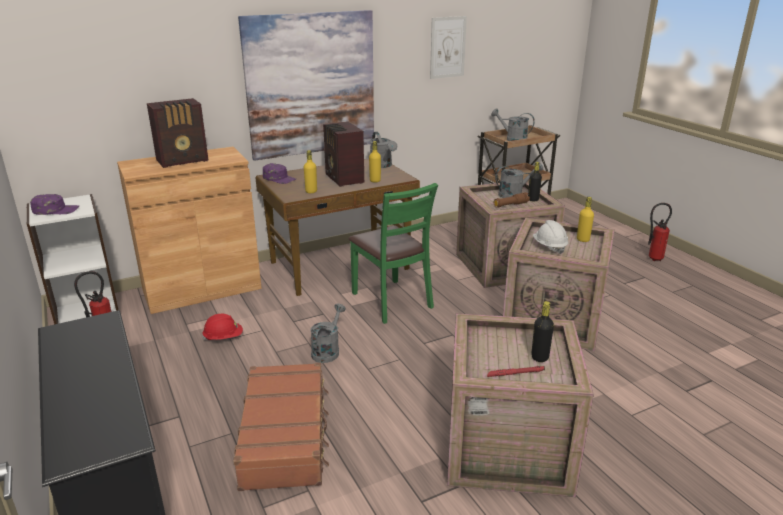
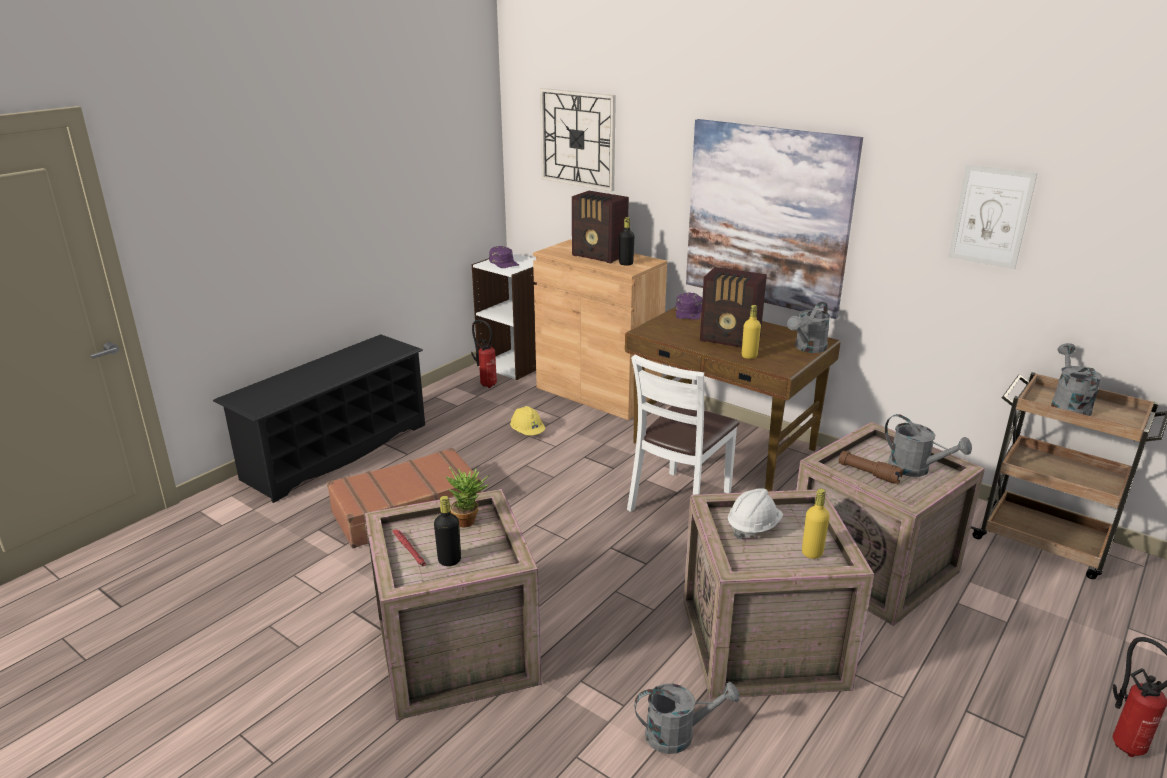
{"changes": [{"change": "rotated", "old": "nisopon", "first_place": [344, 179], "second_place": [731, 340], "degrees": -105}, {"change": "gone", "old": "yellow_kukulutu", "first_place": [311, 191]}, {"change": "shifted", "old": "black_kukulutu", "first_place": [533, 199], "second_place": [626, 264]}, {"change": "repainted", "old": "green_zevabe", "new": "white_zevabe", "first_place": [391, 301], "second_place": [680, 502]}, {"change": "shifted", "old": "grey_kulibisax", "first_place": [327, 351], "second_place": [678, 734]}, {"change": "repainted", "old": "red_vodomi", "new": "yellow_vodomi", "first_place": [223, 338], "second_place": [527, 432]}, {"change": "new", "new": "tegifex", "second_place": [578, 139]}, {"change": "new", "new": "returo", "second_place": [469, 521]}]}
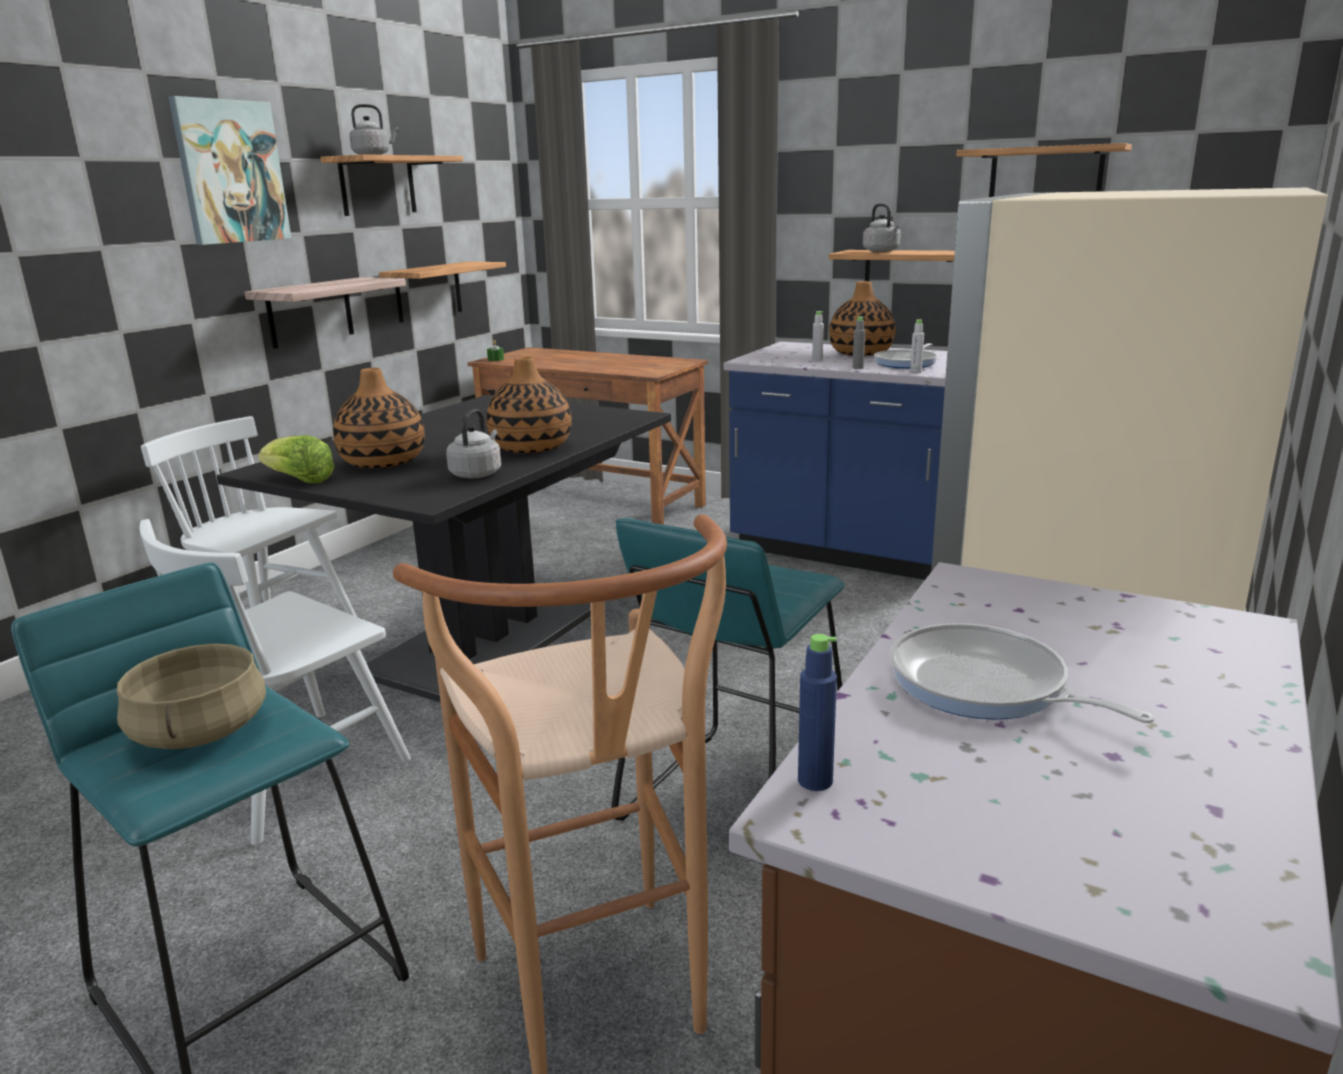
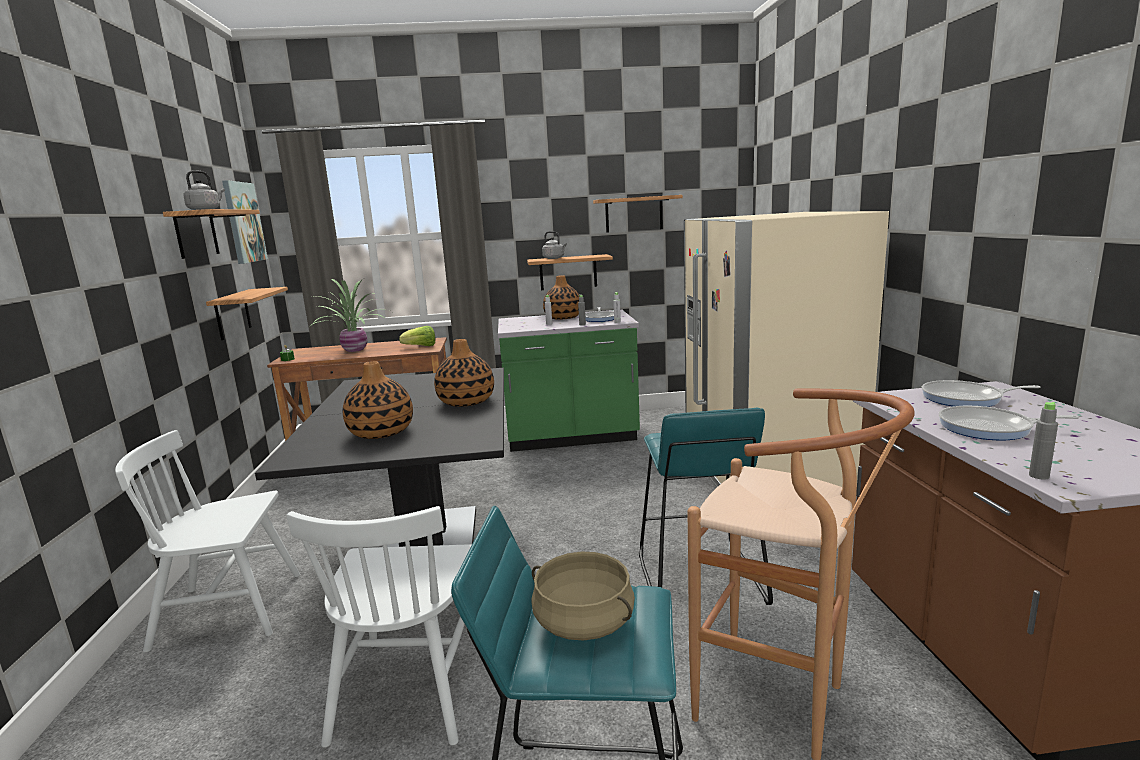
{"changes": [{"change": "shifted", "old": "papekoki", "first_place": [230, 172], "second_place": [243, 222]}, {"change": "gone", "old": "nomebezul", "first_place": [310, 312]}, {"change": "repainted", "old": "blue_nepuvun", "new": "green_nepuvun", "first_place": [846, 551], "second_place": [571, 437]}, {"change": "gone", "old": "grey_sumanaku", "first_place": [477, 474]}, {"change": "shifted", "old": "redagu", "first_place": [300, 481], "second_place": [421, 347]}, {"change": "repainted", "old": "blue_kukulutu", "new": "grey_kukulutu", "first_place": [815, 781], "second_place": [1039, 476]}, {"change": "new", "new": "returo", "second_place": [354, 350]}, {"change": "new", "new": "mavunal", "second_place": [966, 399]}]}
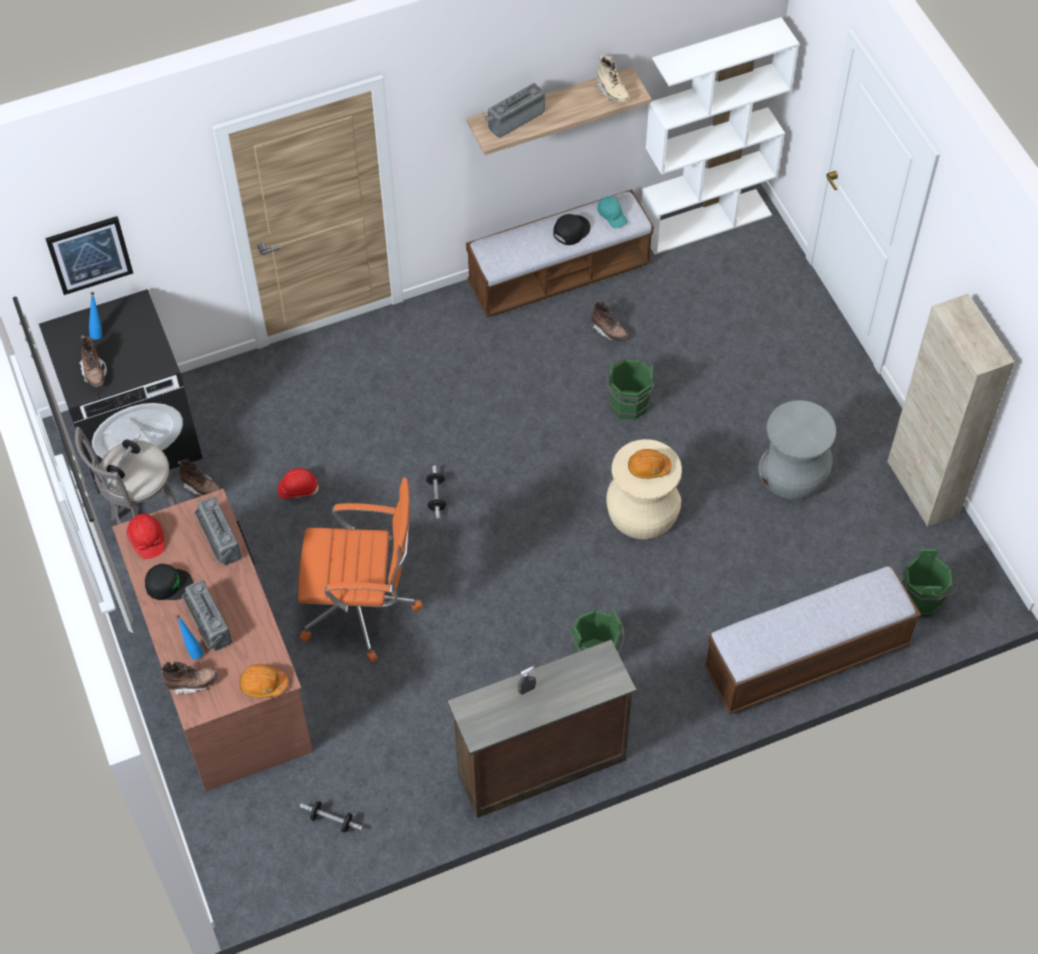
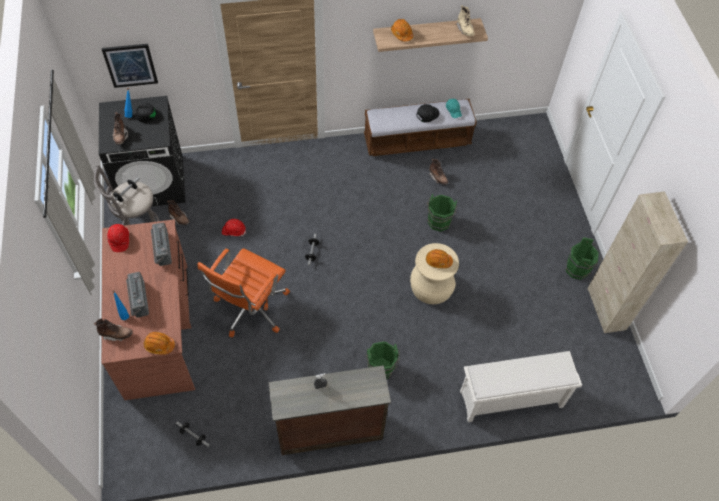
{"changes": [{"change": "gone", "old": "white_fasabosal", "first_place": [706, 221]}, {"change": "swapped", "old": "nisopon", "new": "orange_vodomi", "first_place": [514, 118], "second_place": [401, 34]}, {"change": "gone", "old": "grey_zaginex", "first_place": [793, 472]}, {"change": "rotated", "old": "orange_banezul", "first_place": [362, 607], "second_place": [250, 308], "degrees": 105}, {"change": "shifted", "old": "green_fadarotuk", "first_place": [923, 601], "second_place": [579, 270]}, {"change": "shifted", "old": "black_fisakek", "first_place": [168, 584], "second_place": [149, 116]}, {"change": "swapped", "old": "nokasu", "new": "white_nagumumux", "first_place": [805, 658], "second_place": [510, 399]}]}
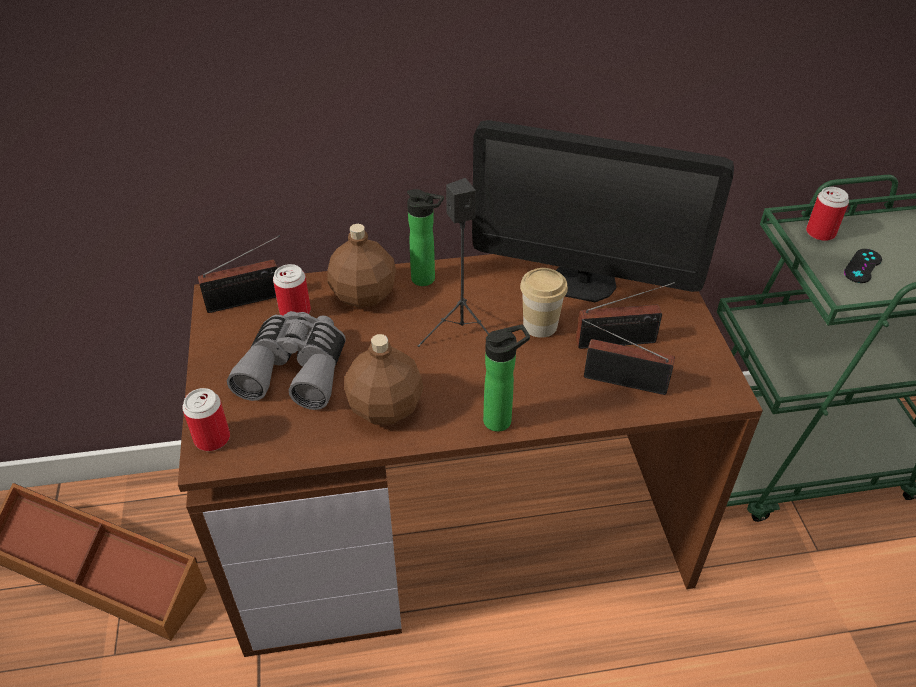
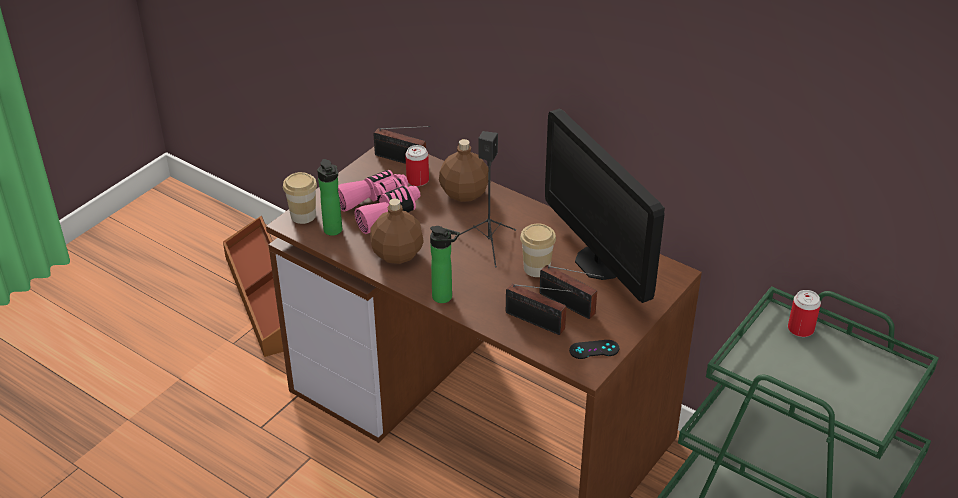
{"changes": [{"change": "shifted", "old": "kukulutu", "first_place": [427, 279], "second_place": [334, 232]}, {"change": "shifted", "old": "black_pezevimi", "first_place": [862, 266], "second_place": [594, 349]}, {"change": "repainted", "old": "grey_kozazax", "new": "pink_kozazax", "first_place": [296, 369], "second_place": [380, 209]}, {"change": "rotated", "old": "nisopon", "first_place": [620, 380], "second_place": [538, 322], "degrees": 150}, {"change": "swapped", "old": "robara", "new": "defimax", "first_place": [212, 438], "second_place": [303, 215]}]}
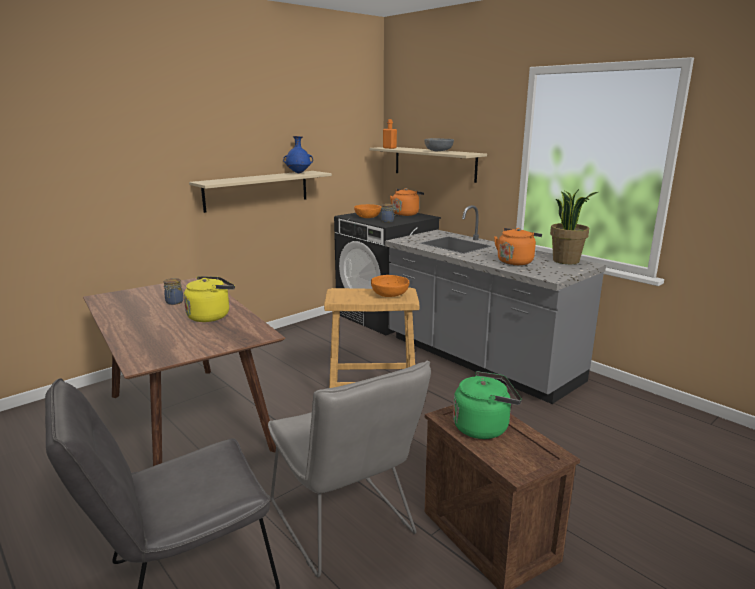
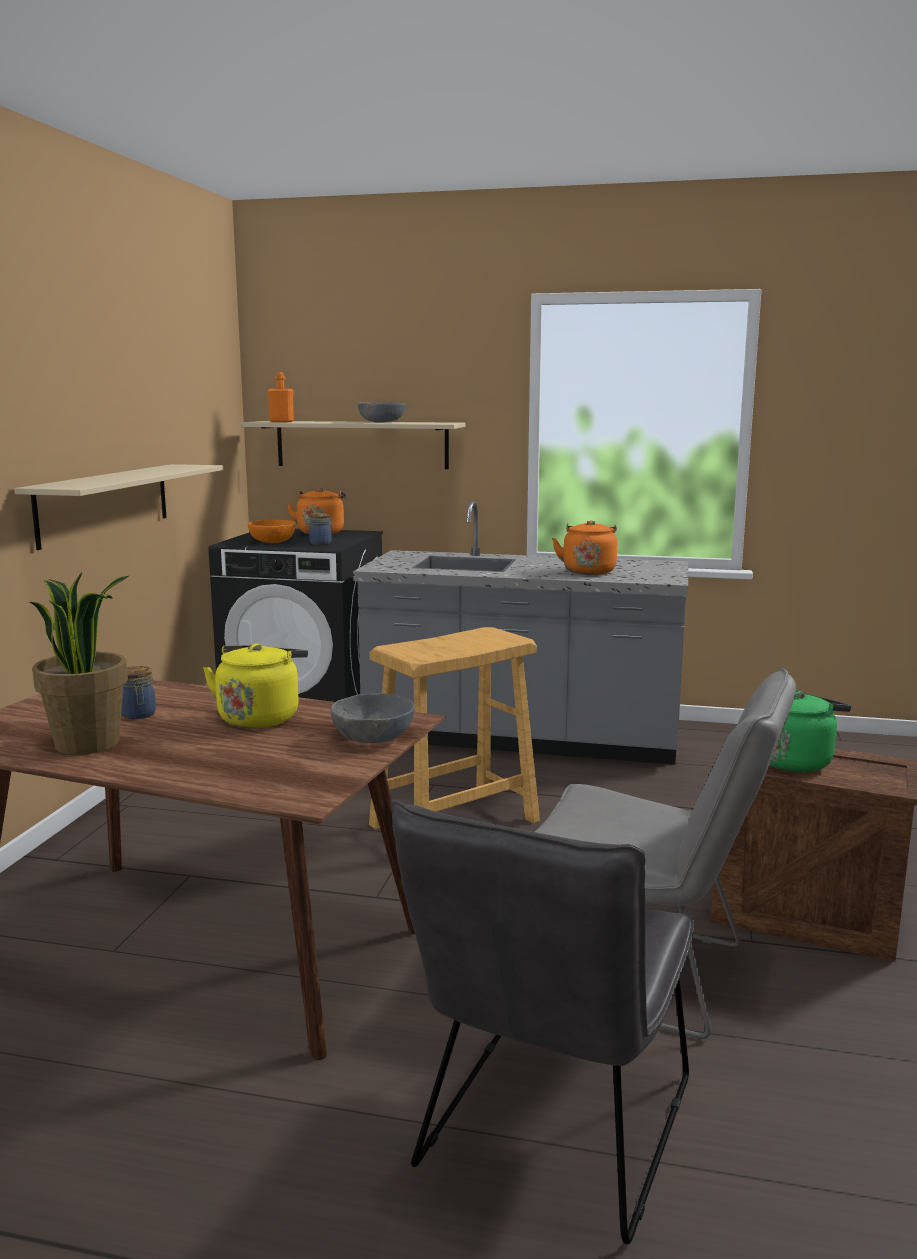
{"changes": [{"change": "gone", "old": "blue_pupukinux", "first_place": [299, 173]}, {"change": "shifted", "old": "returo", "first_place": [566, 261], "second_place": [89, 743]}, {"change": "gone", "old": "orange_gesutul", "first_place": [389, 295]}, {"change": "new", "new": "grey_gesutul", "second_place": [374, 738]}]}
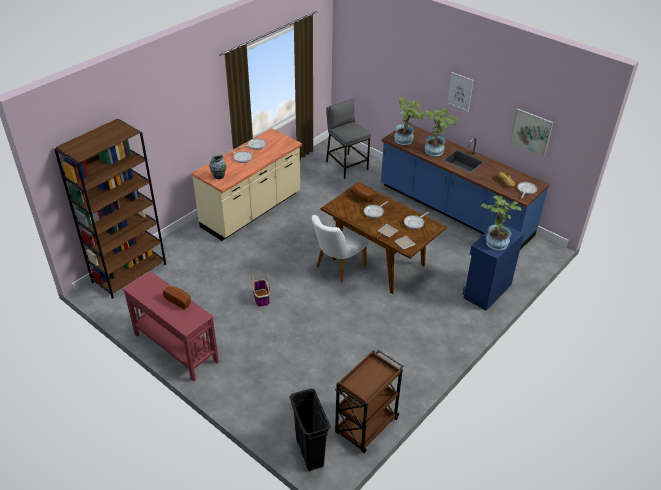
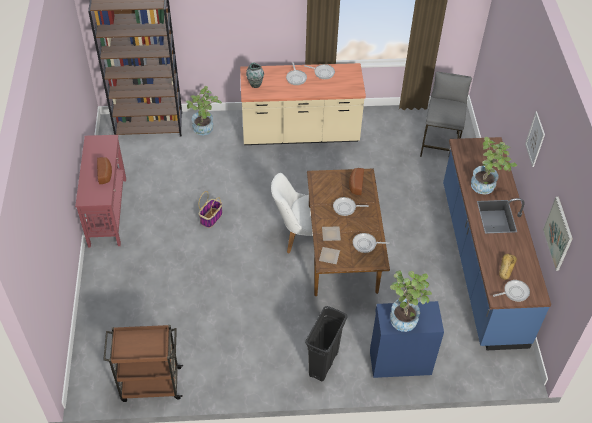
{"changes": [{"change": "shifted", "old": "returo", "first_place": [406, 140], "second_place": [205, 130]}, {"change": "shifted", "old": "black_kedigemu", "first_place": [309, 452], "second_place": [323, 363]}]}
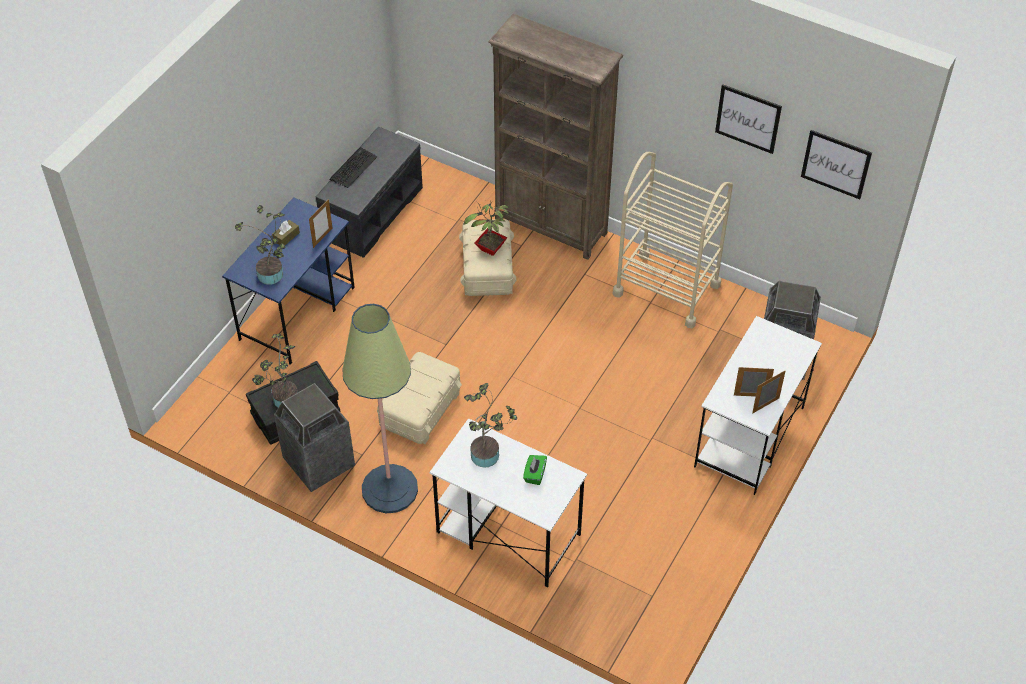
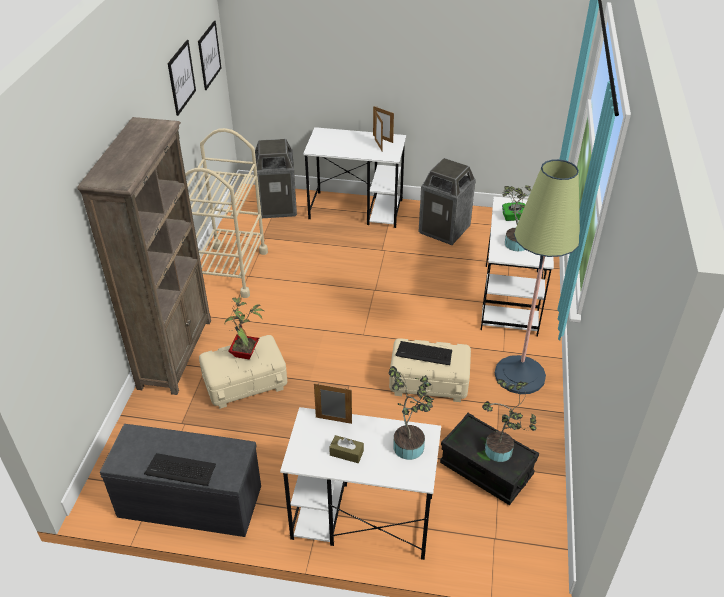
{"changes": [{"change": "repainted", "old": "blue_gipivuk", "new": "white_gipivuk", "first_place": [298, 312], "second_place": [361, 517]}, {"change": "shifted", "old": "kedigemu", "first_place": [318, 463], "second_place": [444, 230]}, {"change": "new", "new": "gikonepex", "second_place": [424, 354]}]}
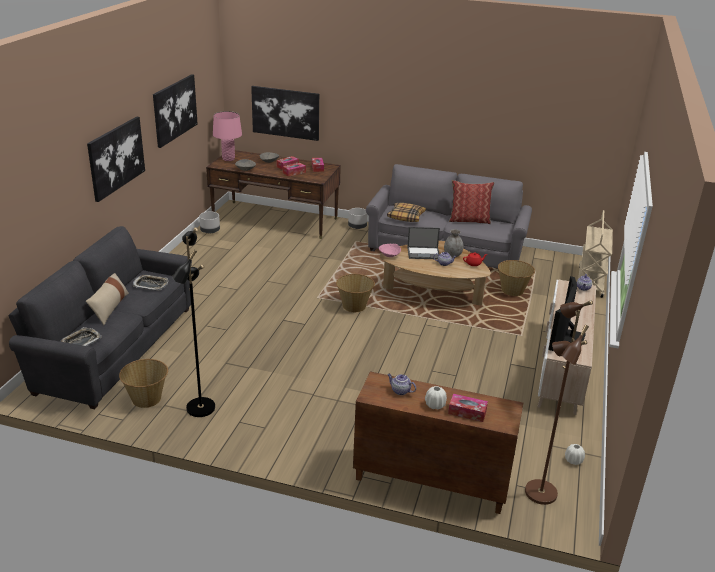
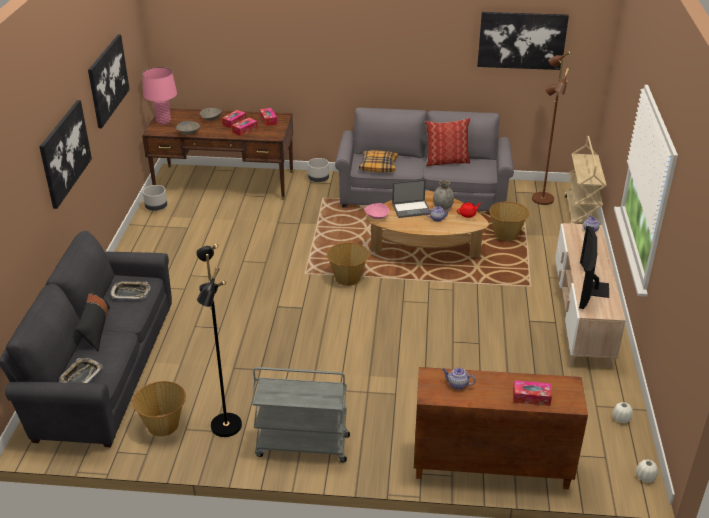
{"changes": [{"change": "shifted", "old": "papekoki", "first_place": [285, 112], "second_place": [521, 40]}, {"change": "repainted", "old": "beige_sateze", "new": "black_sateze", "first_place": [110, 308], "second_place": [96, 328]}, {"change": "shifted", "old": "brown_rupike", "first_place": [539, 492], "second_place": [542, 199]}, {"change": "shifted", "old": "white_pupukinux", "first_place": [435, 405], "second_place": [645, 477]}, {"change": "new", "new": "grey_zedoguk", "second_place": [302, 446]}]}
